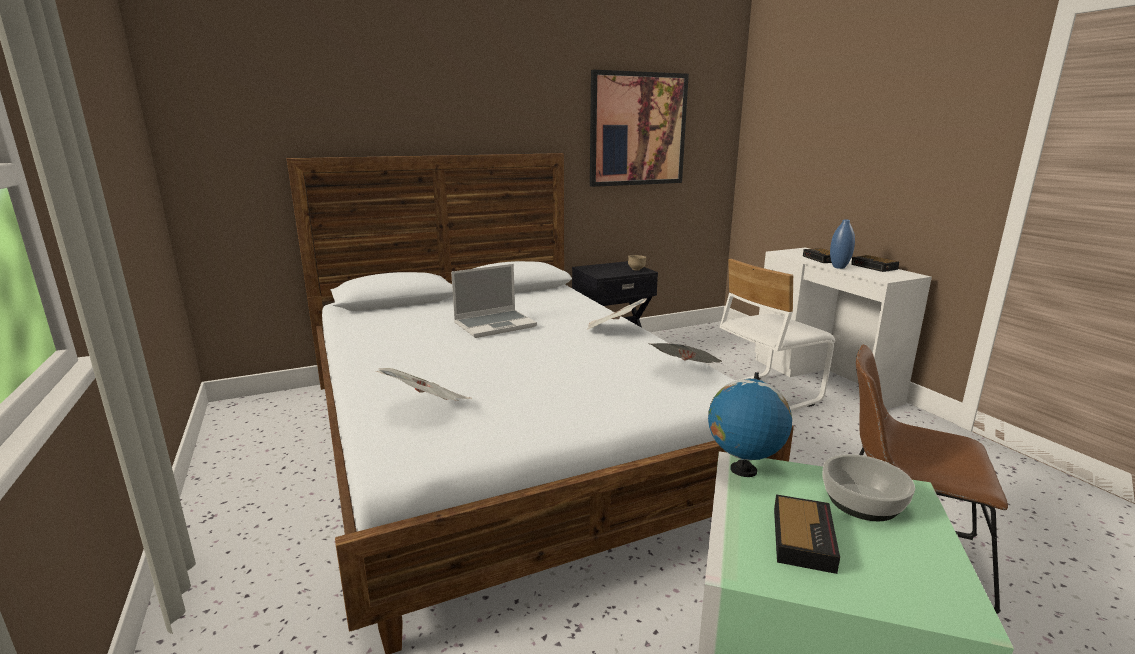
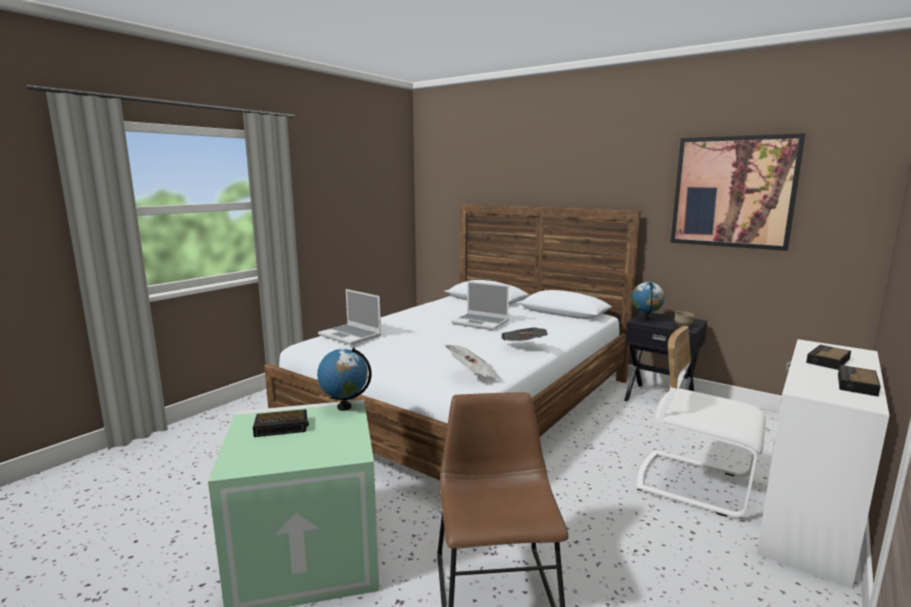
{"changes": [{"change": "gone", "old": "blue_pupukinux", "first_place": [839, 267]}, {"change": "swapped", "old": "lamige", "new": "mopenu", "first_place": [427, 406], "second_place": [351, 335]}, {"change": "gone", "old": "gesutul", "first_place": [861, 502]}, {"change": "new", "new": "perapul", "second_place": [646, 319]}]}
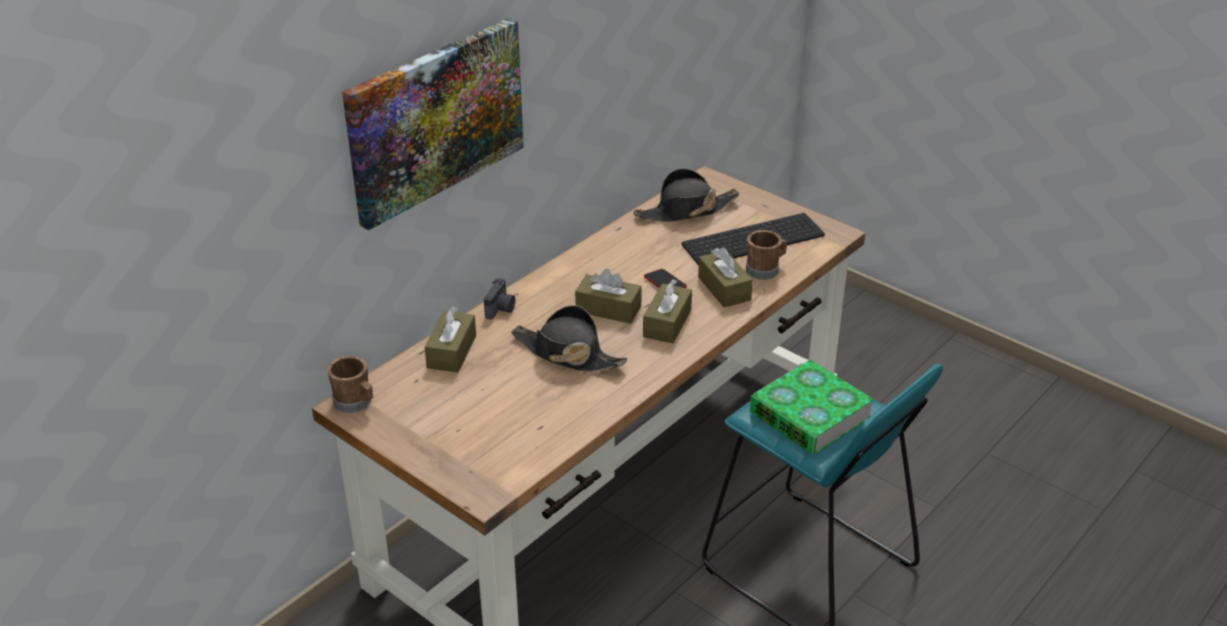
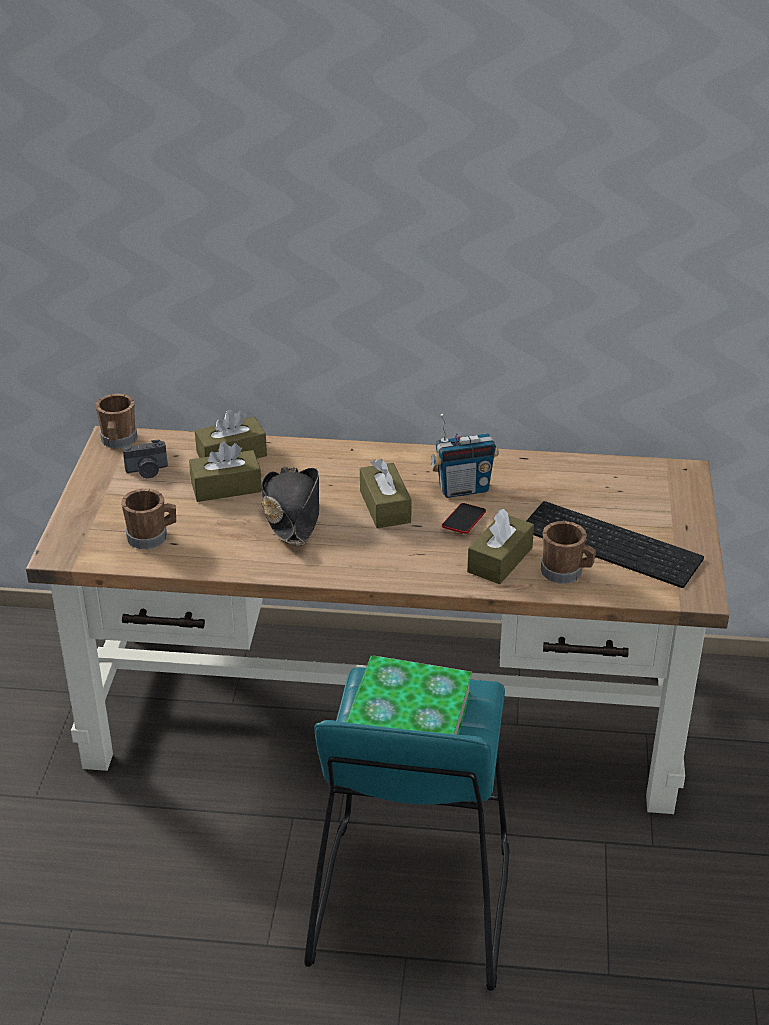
{"changes": [{"change": "gone", "old": "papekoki", "first_place": [435, 120]}, {"change": "gone", "old": "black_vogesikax", "first_place": [686, 211]}, {"change": "shifted", "old": "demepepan", "first_place": [501, 309], "second_place": [147, 471]}, {"change": "shifted", "old": "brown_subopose", "first_place": [667, 323], "second_place": [226, 487]}, {"change": "new", "new": "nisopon", "second_place": [463, 489]}, {"change": "new", "new": "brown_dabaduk", "second_place": [152, 537]}]}
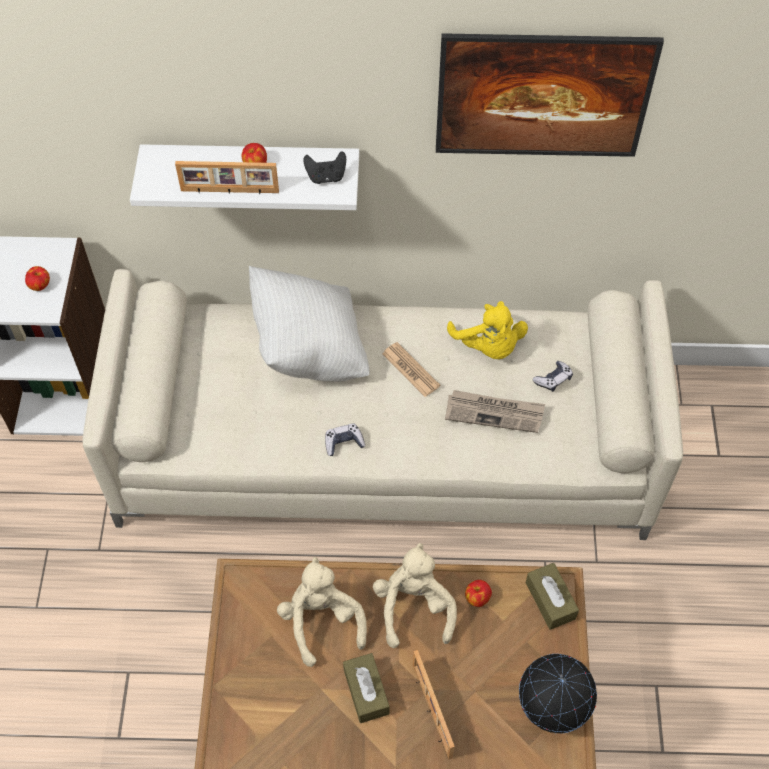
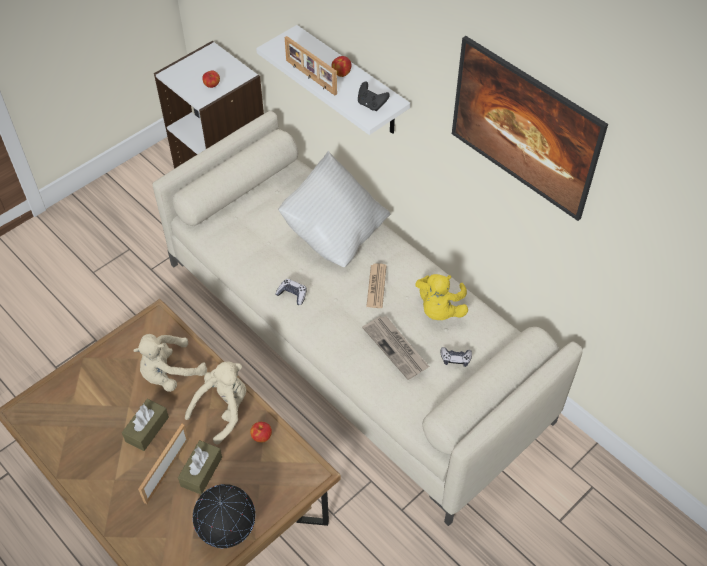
{"changes": [{"change": "rotated", "old": "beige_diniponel", "first_place": [322, 621], "second_place": [170, 374], "degrees": -150}, {"change": "shifted", "old": "brown_subopose", "first_place": [550, 600], "second_place": [201, 471]}]}
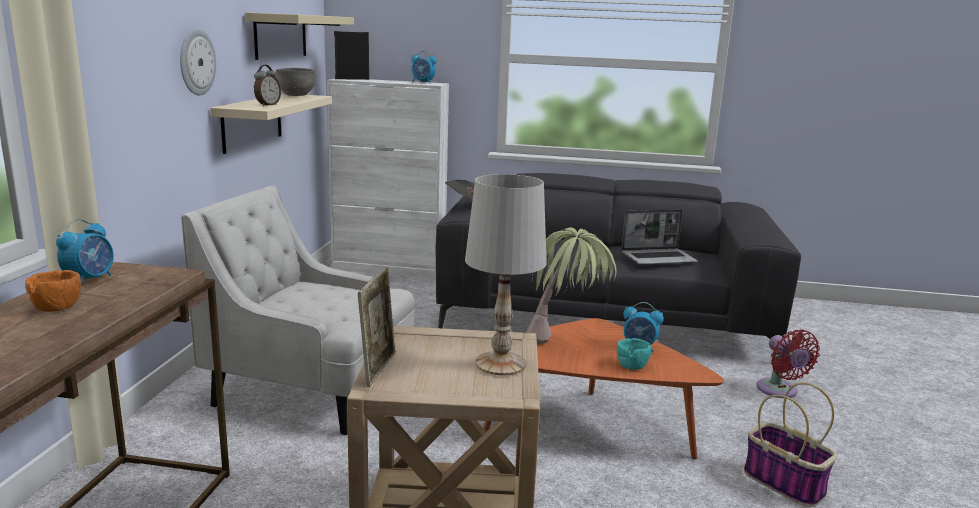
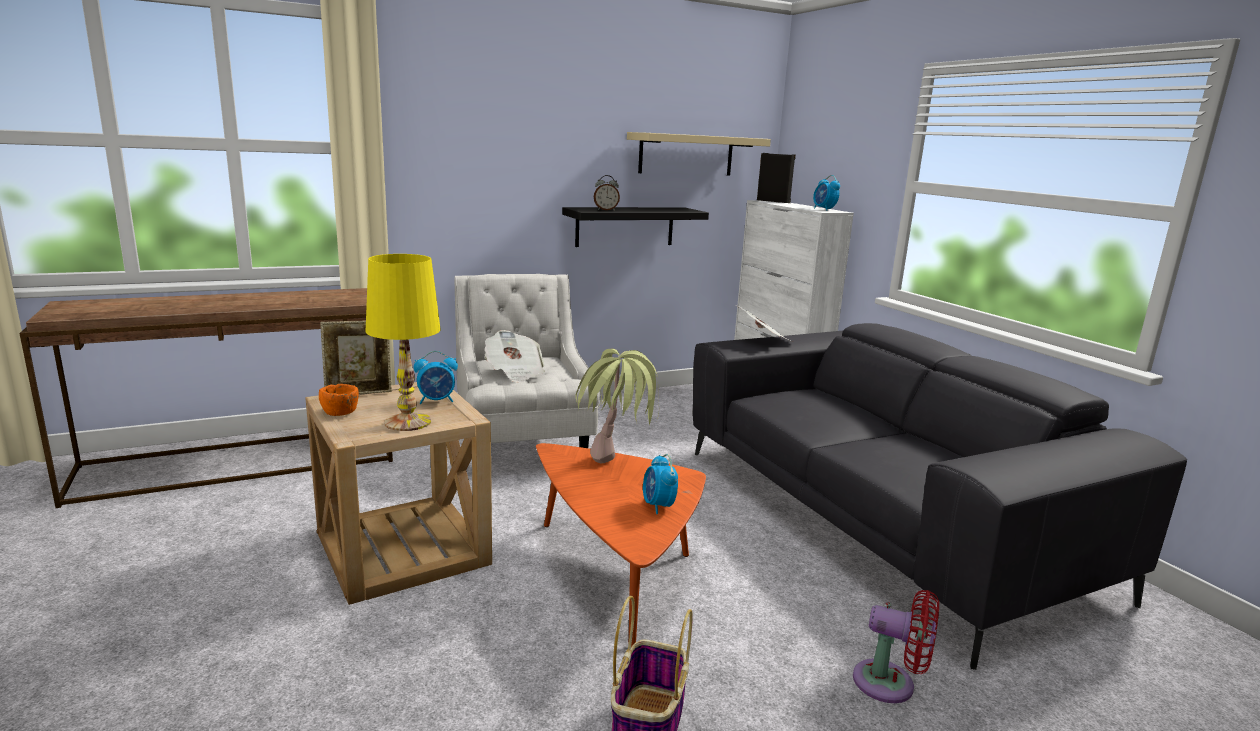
{"changes": [{"change": "gone", "old": "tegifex", "first_place": [196, 62]}, {"change": "gone", "old": "grey_gesutul", "first_place": [296, 95]}, {"change": "repainted", "old": "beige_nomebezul", "new": "black_nomebezul", "first_place": [252, 122], "second_place": [625, 226]}, {"change": "repainted", "old": "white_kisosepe", "new": "yellow_kisosepe", "first_place": [501, 363], "second_place": [408, 422]}, {"change": "gone", "old": "mopenu", "first_place": [659, 258]}, {"change": "shifted", "old": "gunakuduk", "first_place": [90, 280], "second_place": [437, 401]}, {"change": "shifted", "old": "orange_gesutul", "first_place": [57, 307], "second_place": [340, 413]}, {"change": "rotated", "old": "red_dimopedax", "first_place": [779, 391], "second_place": [890, 684], "degrees": -105}, {"change": "gone", "old": "turquoise_gesutul", "first_place": [632, 365]}, {"change": "new", "new": "lamige", "second_place": [514, 372]}]}
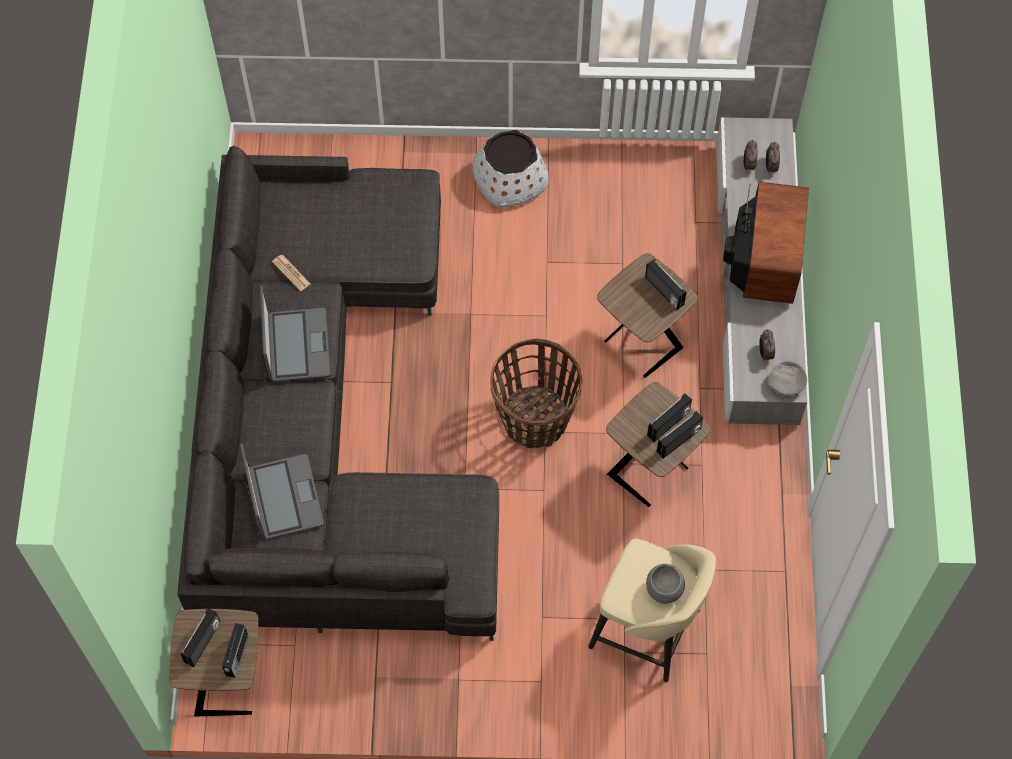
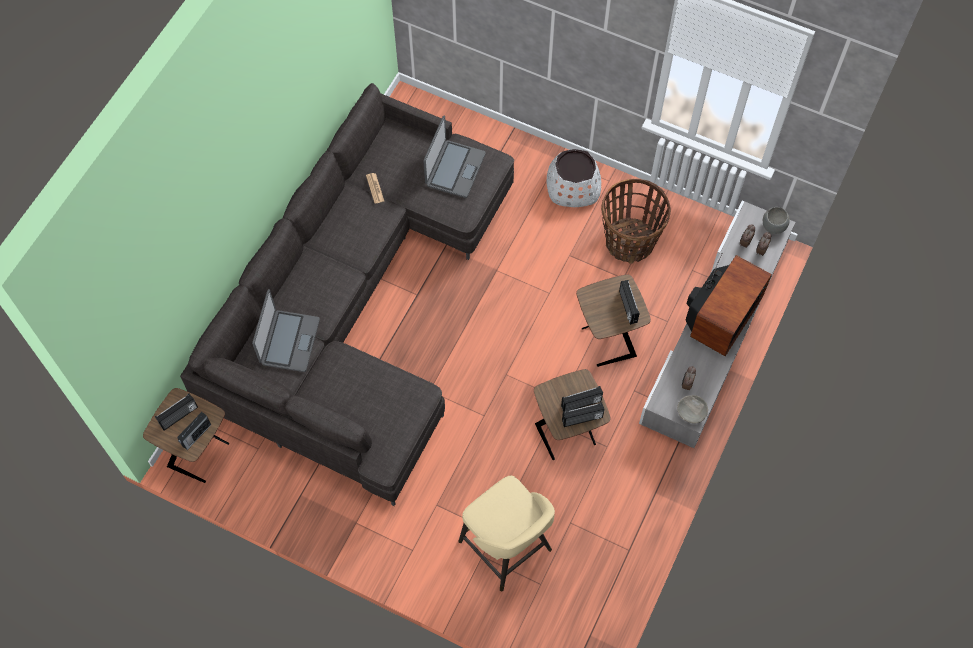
{"changes": [{"change": "shifted", "old": "mopenu", "first_place": [297, 346], "second_place": [454, 169]}, {"change": "shifted", "old": "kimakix", "first_place": [535, 418], "second_place": [630, 241]}, {"change": "shifted", "old": "grey_gesutul", "first_place": [663, 590], "second_place": [773, 226]}]}
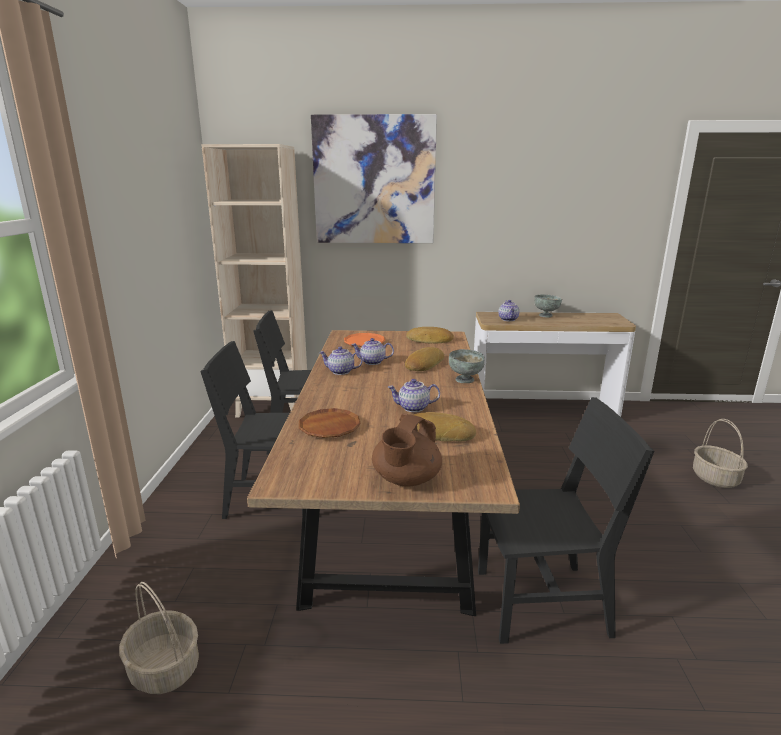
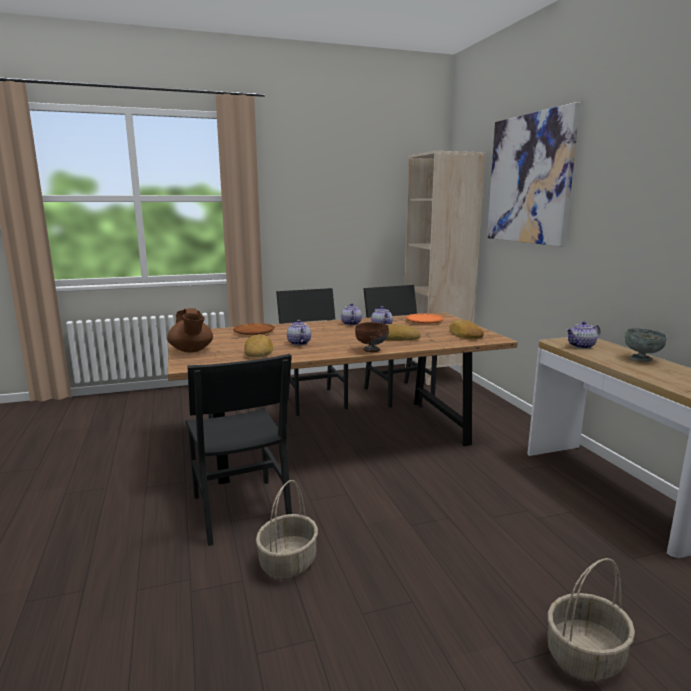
{"changes": [{"change": "repainted", "old": "grey_gesutul", "new": "brown_gesutul", "first_place": [465, 380], "second_place": [371, 350]}, {"change": "rotated", "old": "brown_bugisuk", "first_place": [406, 480], "second_place": [191, 350], "degrees": -120}, {"change": "shifted", "old": "kimakix", "first_place": [165, 669], "second_place": [288, 562]}]}
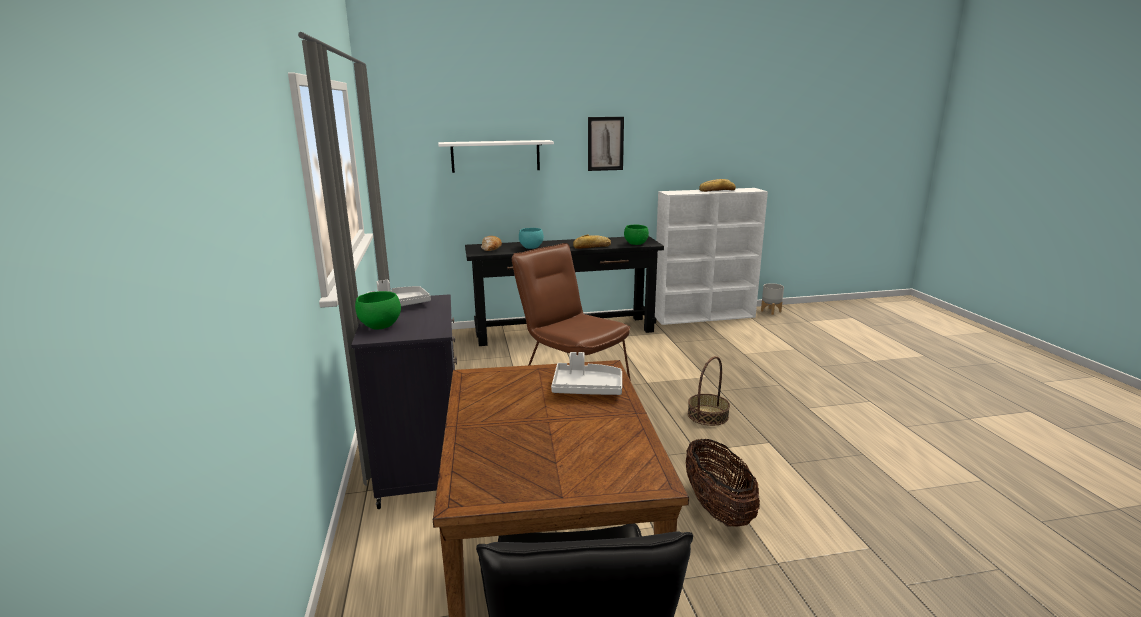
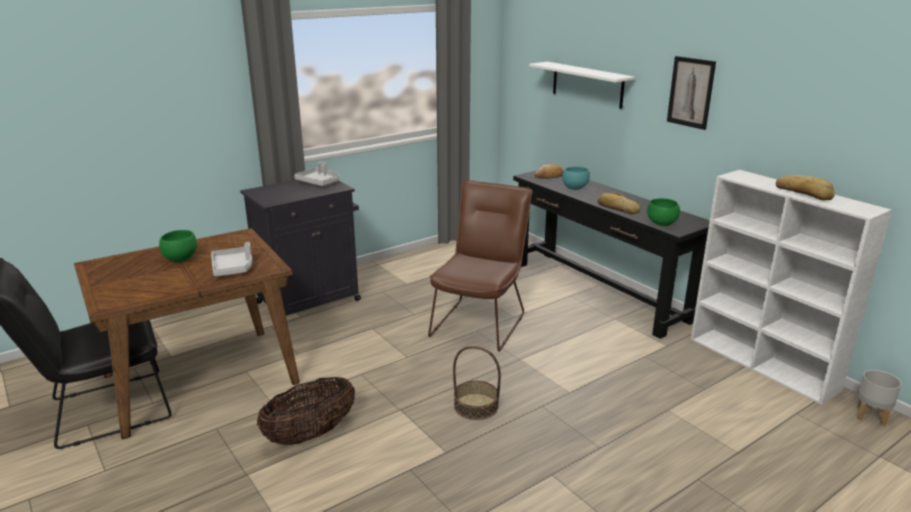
{"changes": [{"change": "shifted", "old": "green_gesutul", "first_place": [379, 326], "second_place": [179, 259]}]}
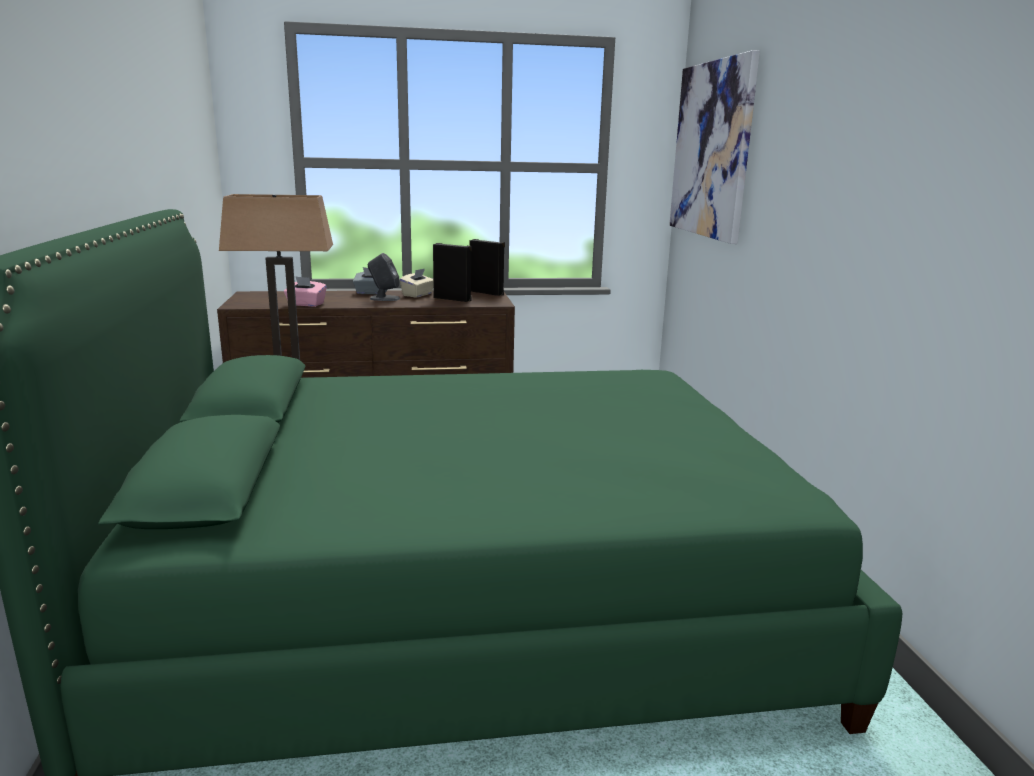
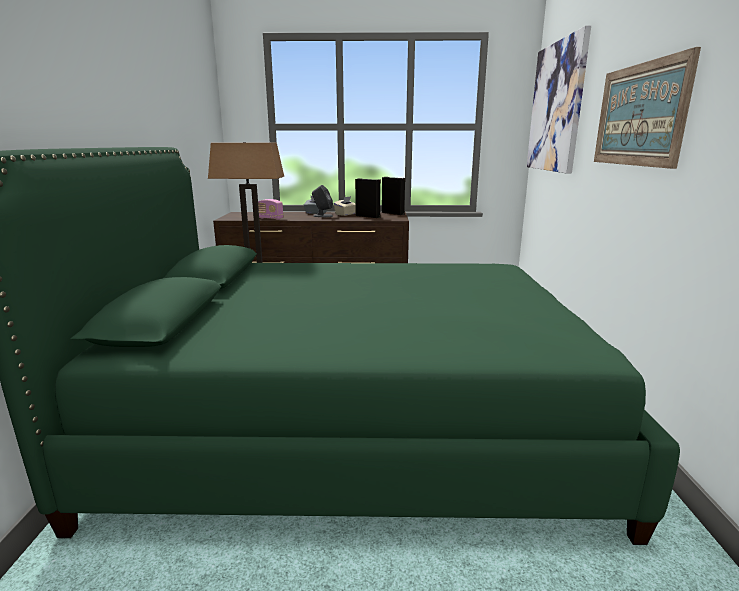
{"changes": [{"change": "swapped", "old": "pink_subopose", "new": "nisopon", "first_place": [306, 304], "second_place": [270, 218]}, {"change": "new", "new": "papekoki", "second_place": [639, 115]}]}
